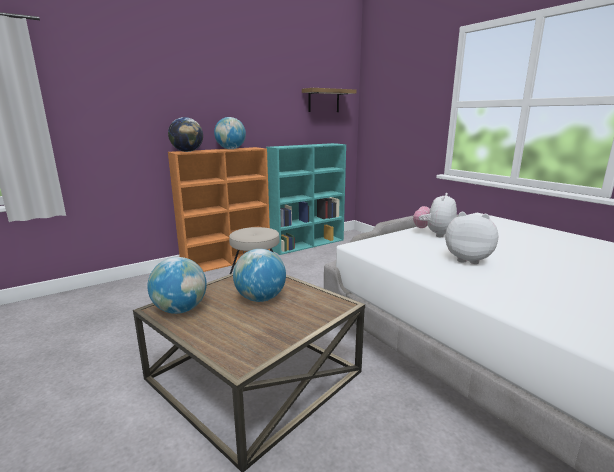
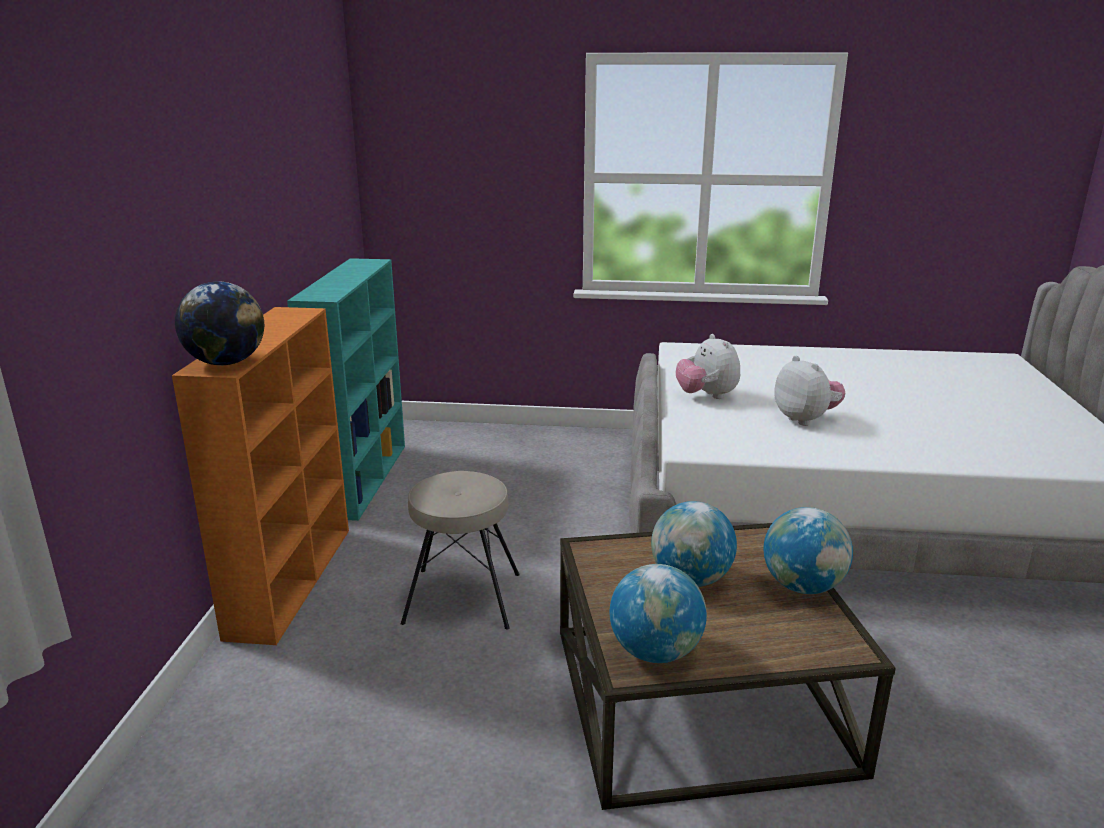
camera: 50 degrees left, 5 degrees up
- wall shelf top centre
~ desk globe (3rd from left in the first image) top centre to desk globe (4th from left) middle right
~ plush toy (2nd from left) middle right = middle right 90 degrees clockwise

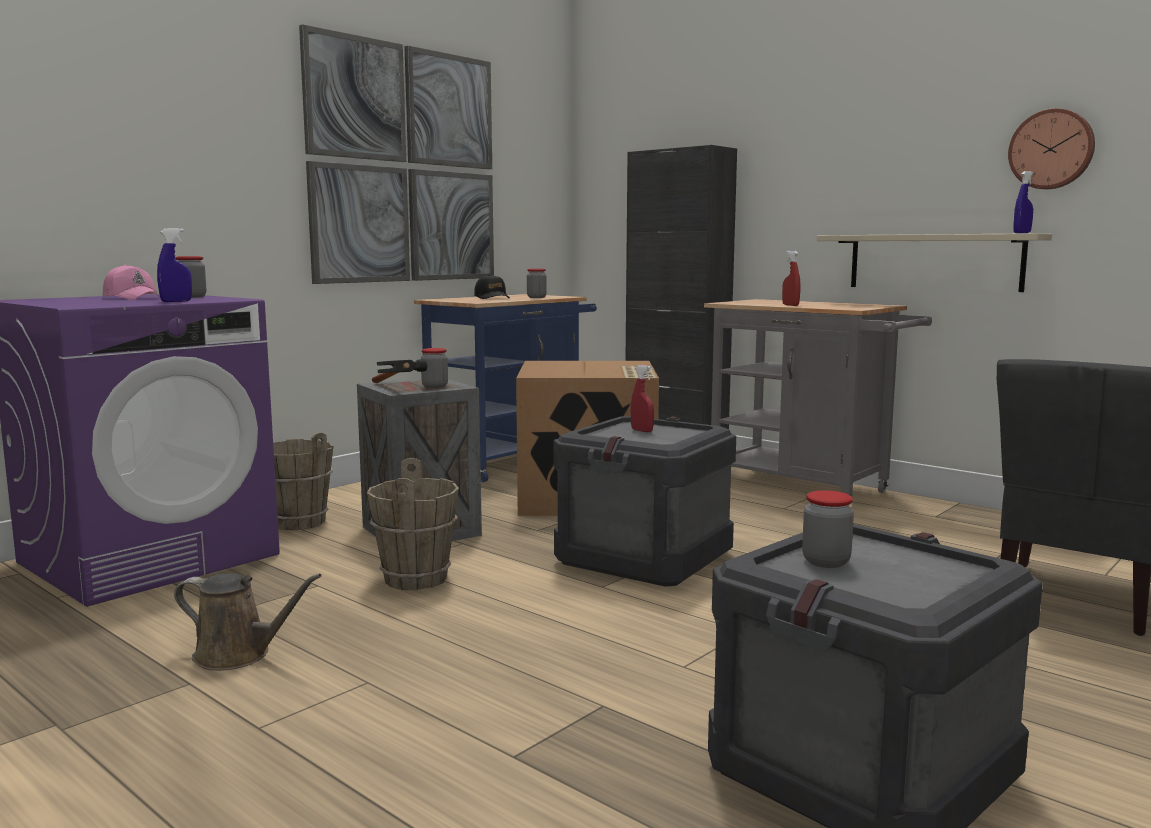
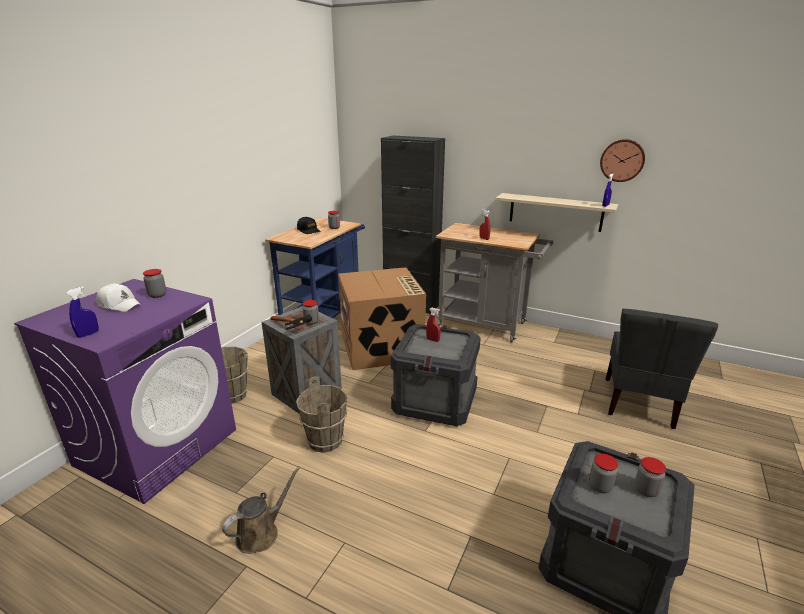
camera: 15 degrees left, 15 degrees up
- wall art top centre
+ storage jar (5th from left) bottom right
~ bluish spray bottle (1st from left) top left to middle left
~ pink baseball cap middle left to white baseball cap middle left
~ brownish watering can bottom left = bottom left 45 degrees counterclockwise

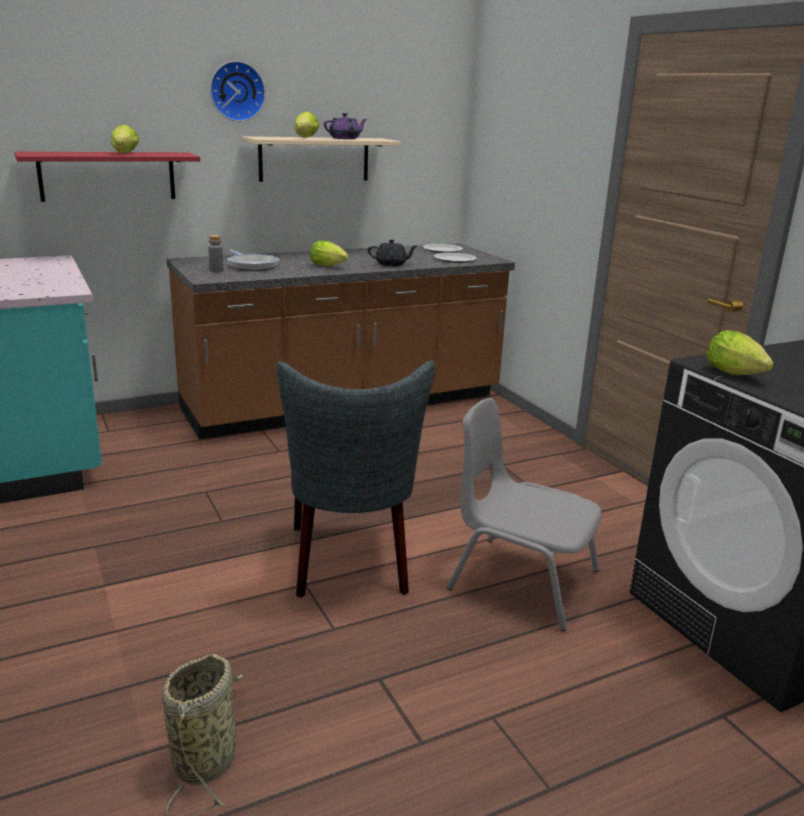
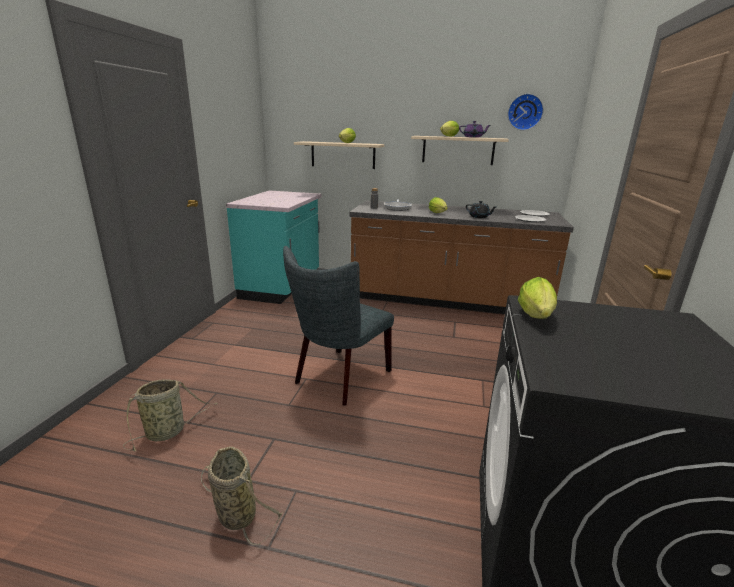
camera: 40 degrees right, 0 degrees up
- grey plain chair (2nd from left) centre
+ storage basket (2nd from left) bottom left
~ hanging clock top left to top right
~ red-coloured wall shelf top left to sand-coloured wall shelf (1st from left) top centre

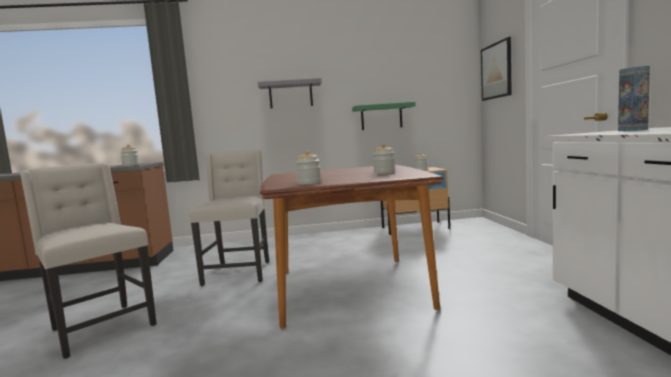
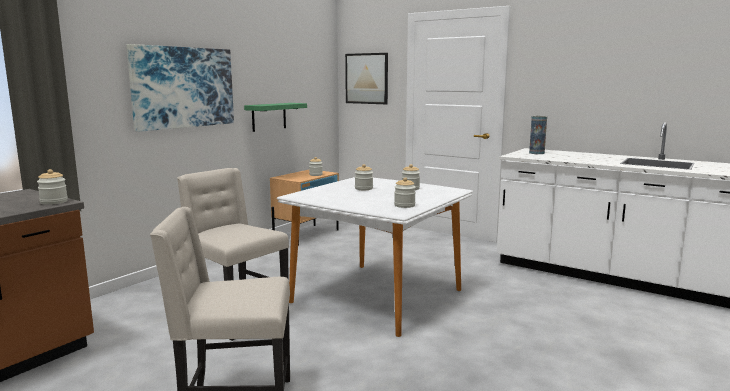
camera: 50 degrees left, 5 degrees up
+ storage jar (3rd from left) centre
~ grey wall shelf top centre to wall art (1st from left) top left
~ brownish kitchen table centre to white kitchen table centre

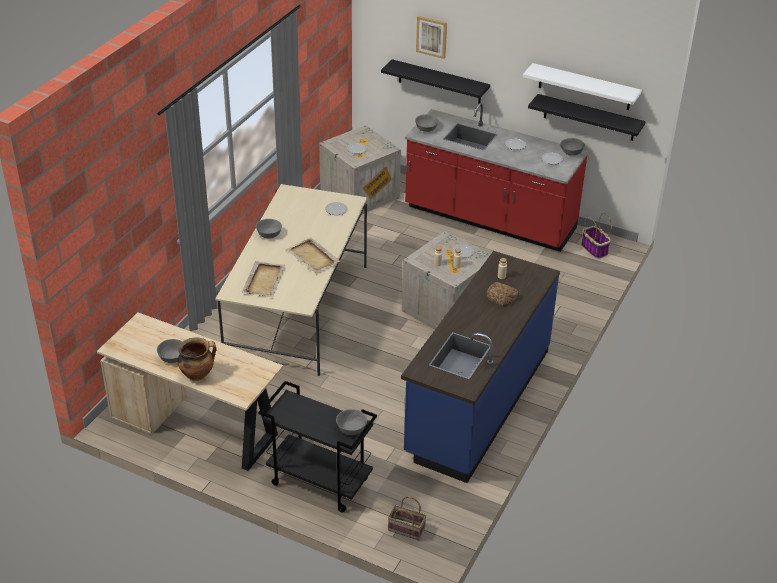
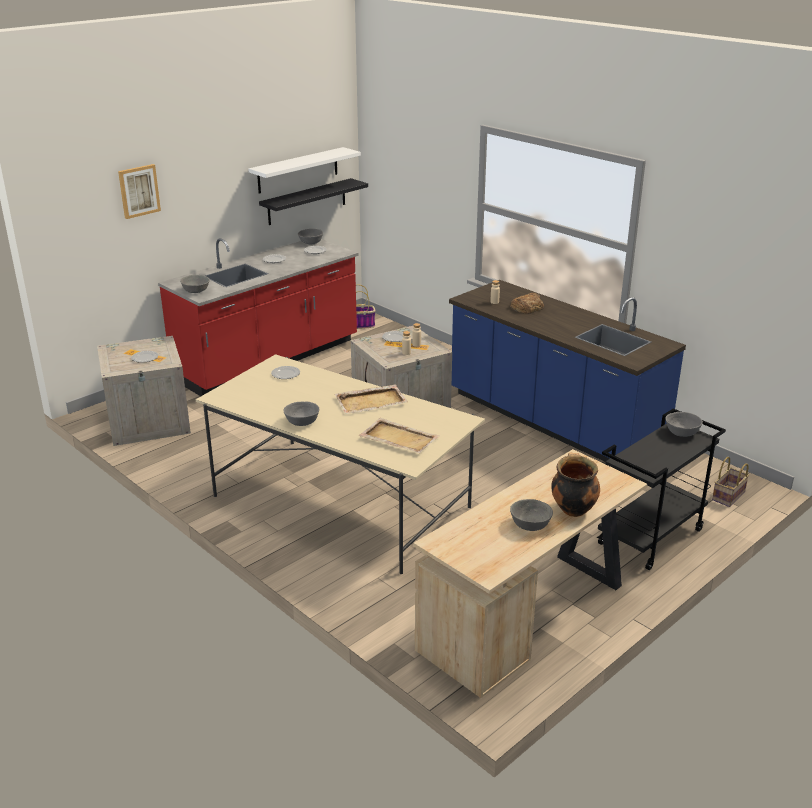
camera: 70 degrees left, 10 degrees down
- black wall shelf (1st from left) top centre

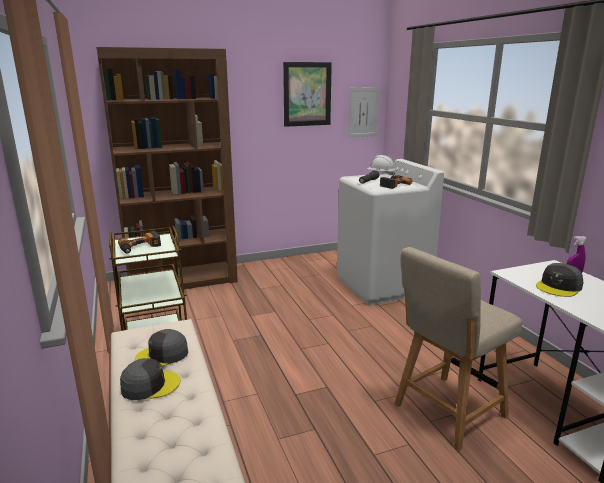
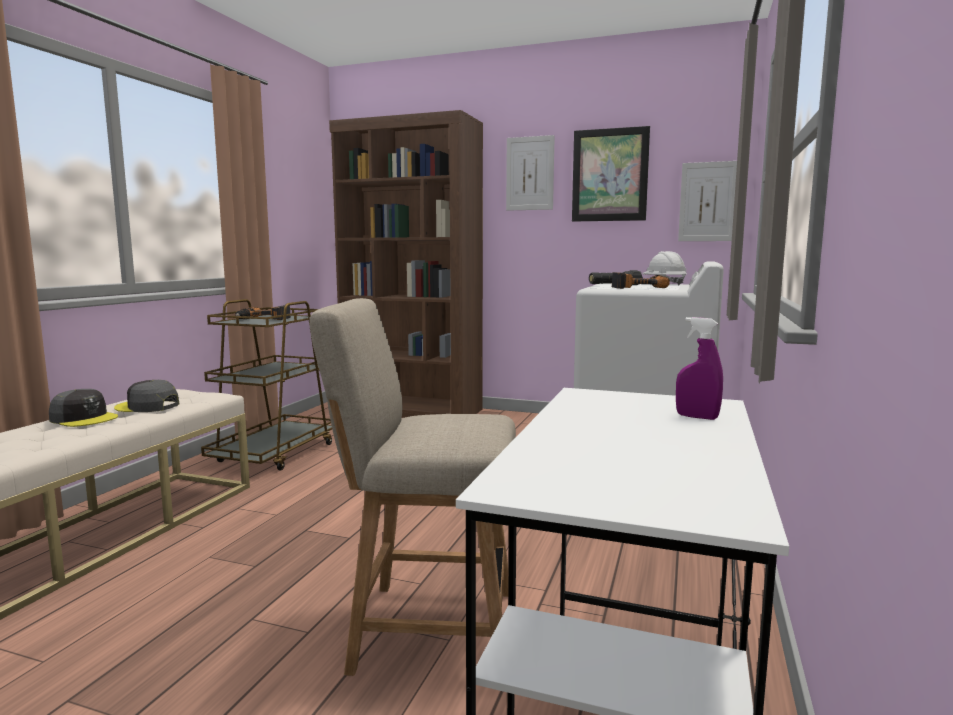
camera: 40 degrees right, 10 degrees down
- grey baseball cap (3rd from left) middle right
+ wall art (1st from left) top centre

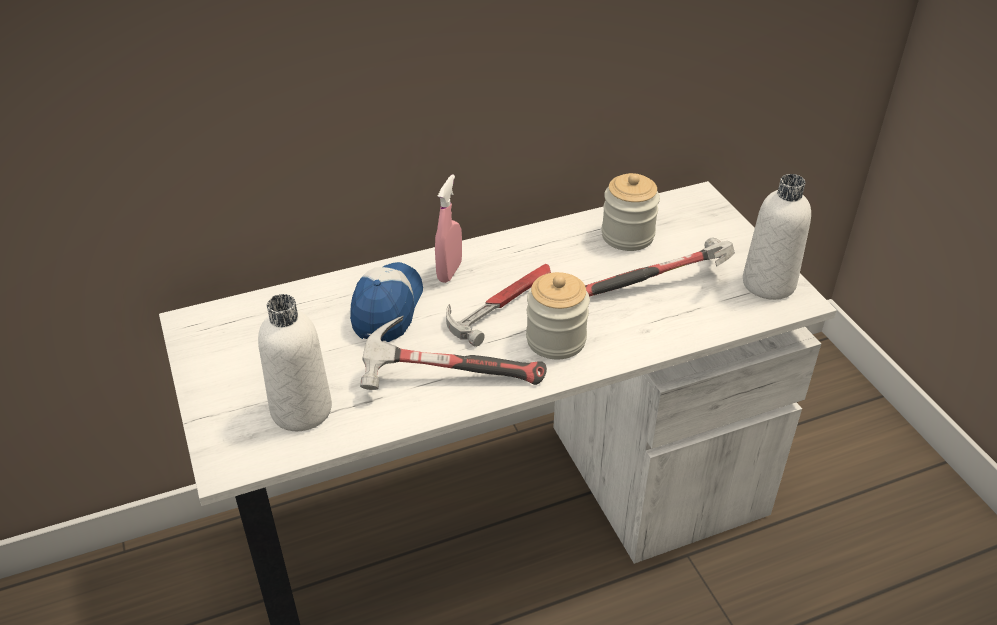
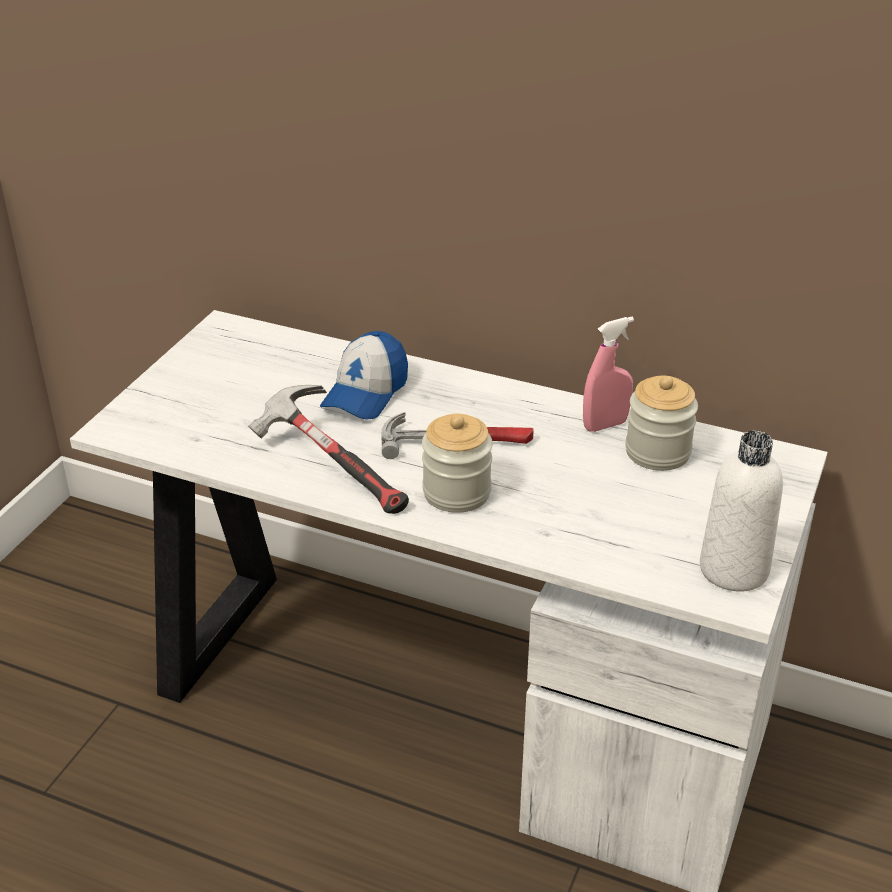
camera: 45 degrees right, 5 degrees down
- white beverage bottle (1st from left) middle left
- hand hammer (3rd from left) centre
~ pink spray bottle centre to middle right
~ baseball cap centre = centre 150 degrees clockwise

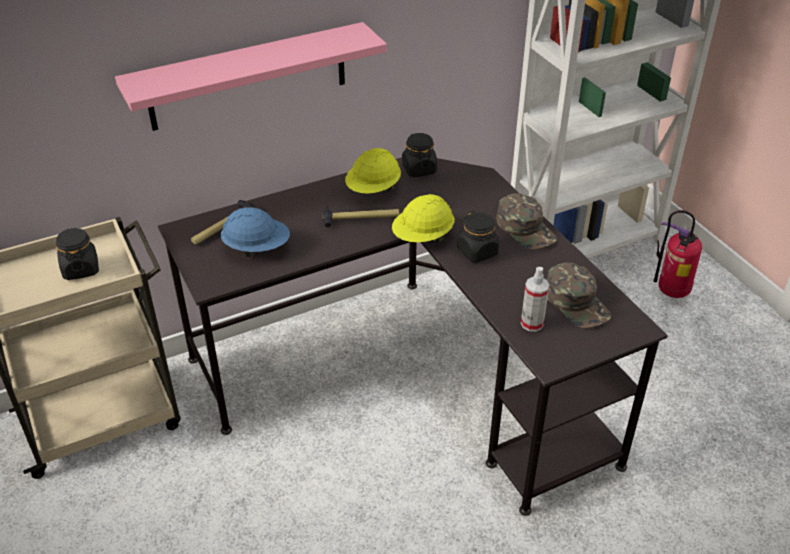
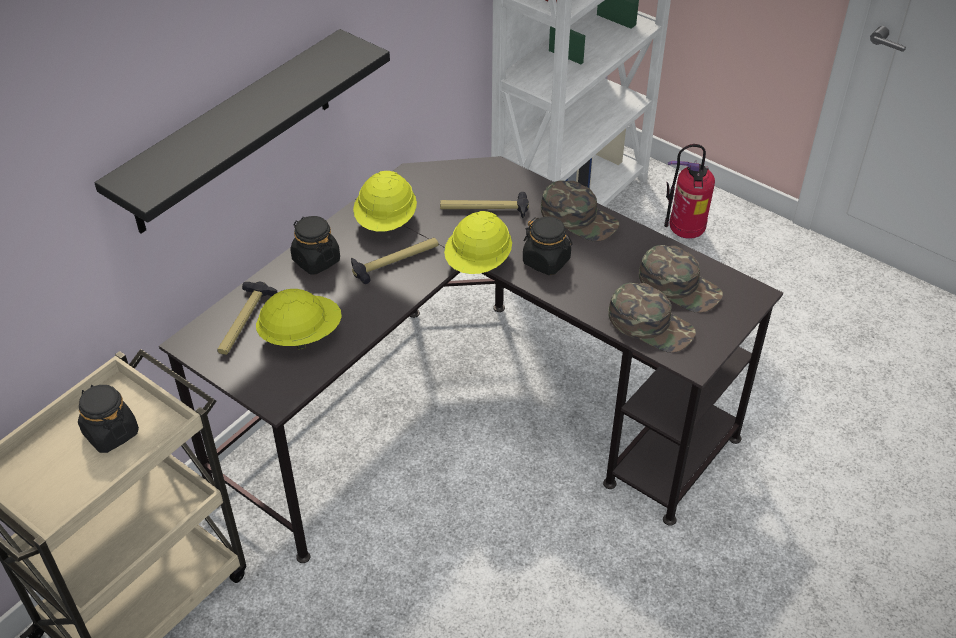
camera: 25 degrees left, 5 degrees up
+ hand hammer (3rd from left) top centre
~ black storage jar (2nd from left) top centre to middle left
~ spray bottle middle right to green-coloured baseball cap (2nd from left) middle right
~ pink wall shelf top left to black wall shelf top left
~ bluish safety helmet middle left to yellow safety helmet (1st from left) middle left

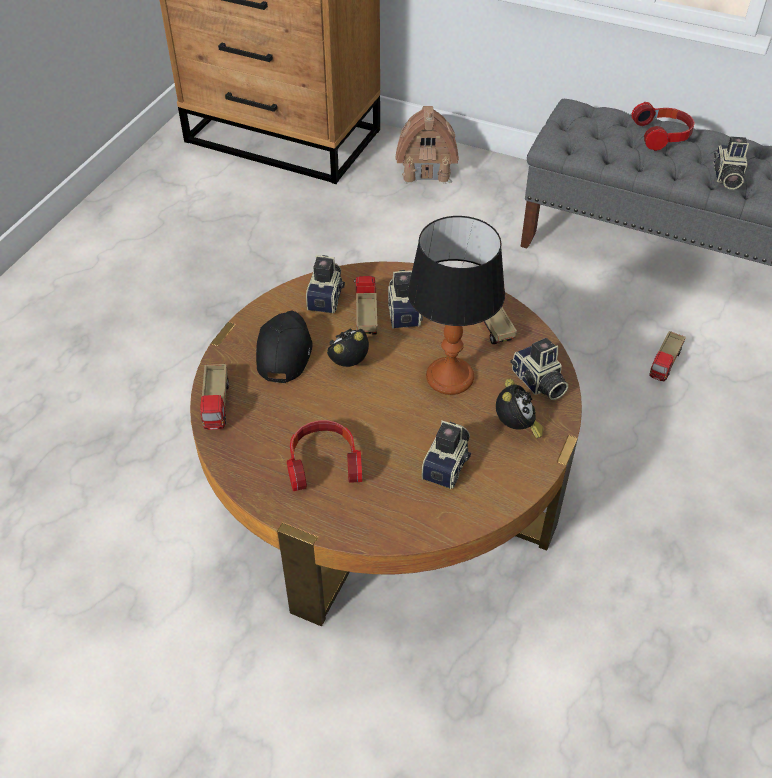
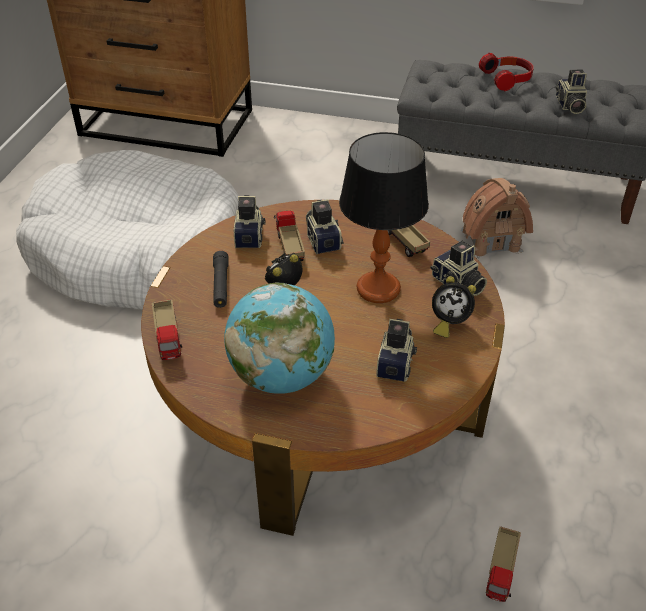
camera: 10 degrees left, 5 degrees down
+ white dog bed middle left
~ model house top centre to middle right
~ model truck (4th from left) middle right to bottom right
~ black baseball cap centre to black torch centre
~ pair of headphones (1st from left) centre to desk globe centre
~ table clock (2nd from left) middle right = middle right 105 degrees clockwise

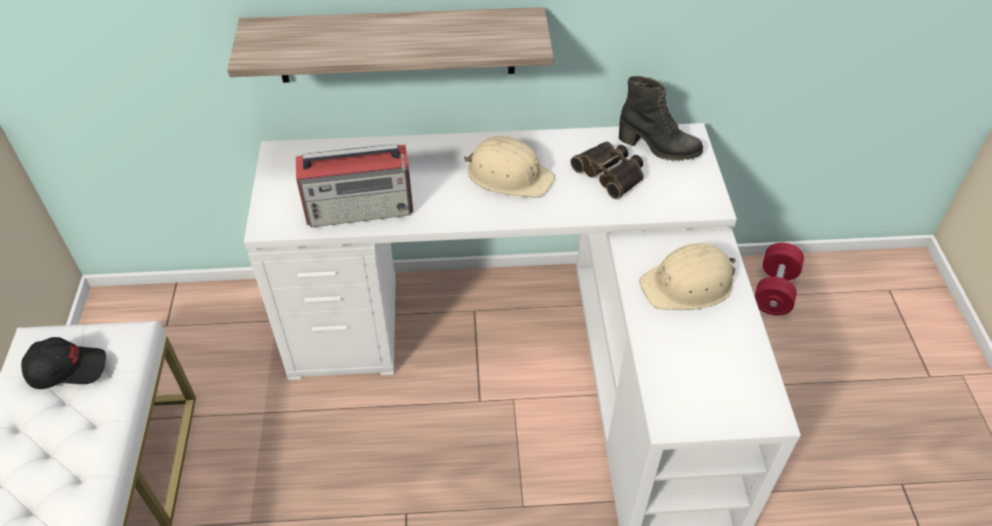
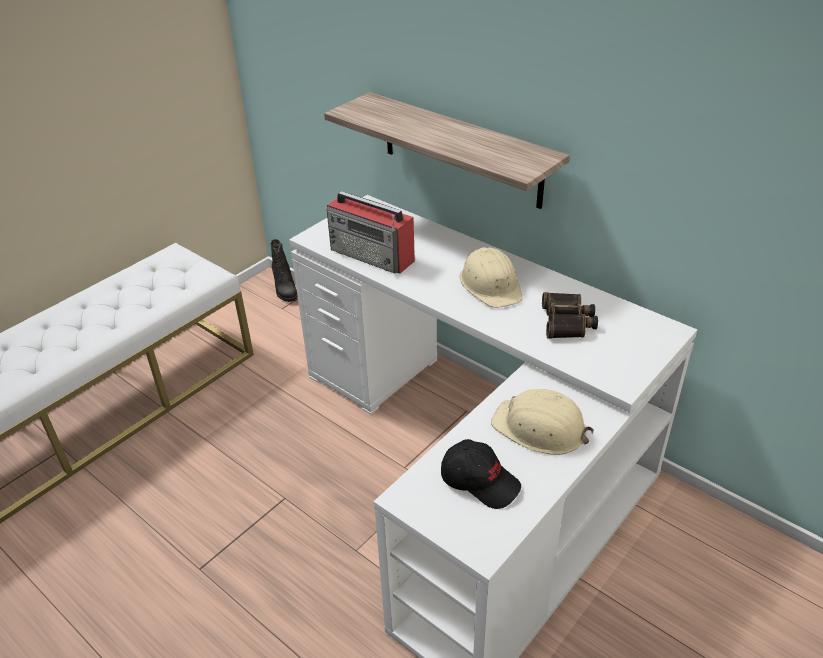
camera: 45 degrees right, 10 degrees down
- red-coloured dumbbell middle right
~ black baseball cap bottom left to bottom centre
~ black high-top boot top centre to centre

